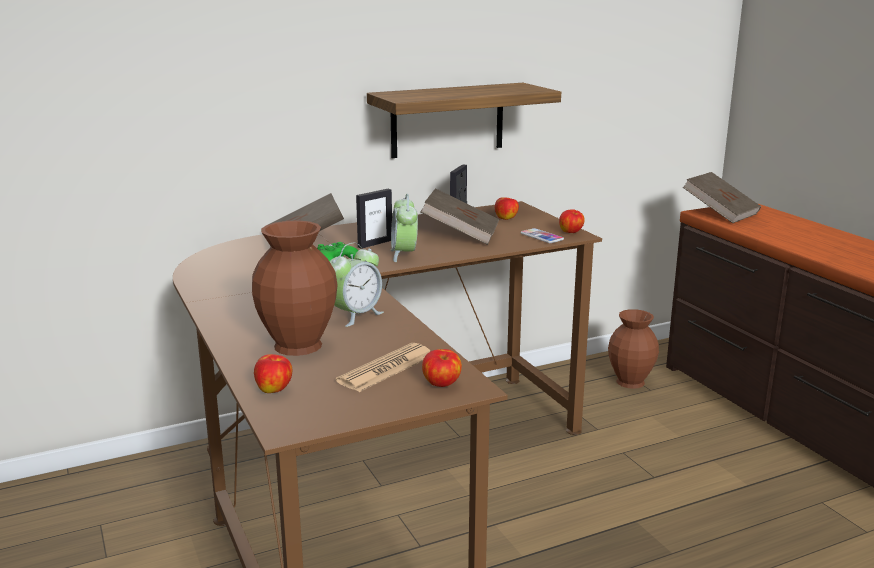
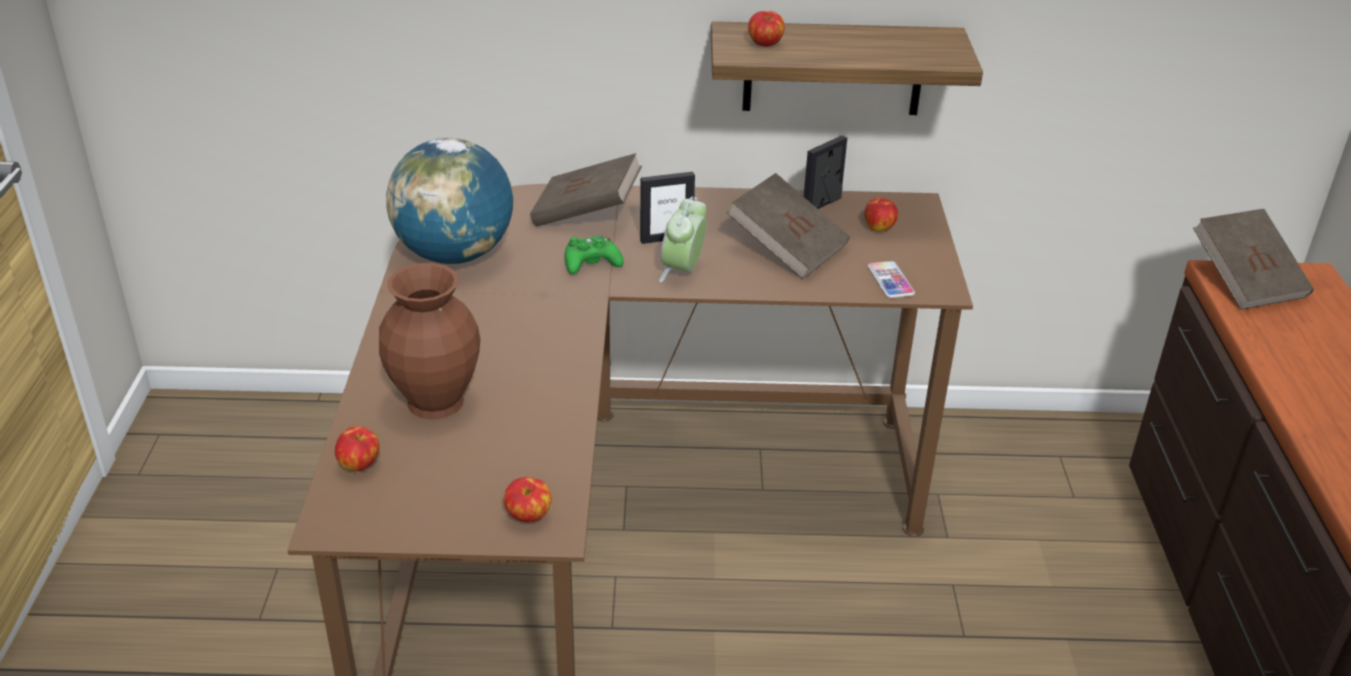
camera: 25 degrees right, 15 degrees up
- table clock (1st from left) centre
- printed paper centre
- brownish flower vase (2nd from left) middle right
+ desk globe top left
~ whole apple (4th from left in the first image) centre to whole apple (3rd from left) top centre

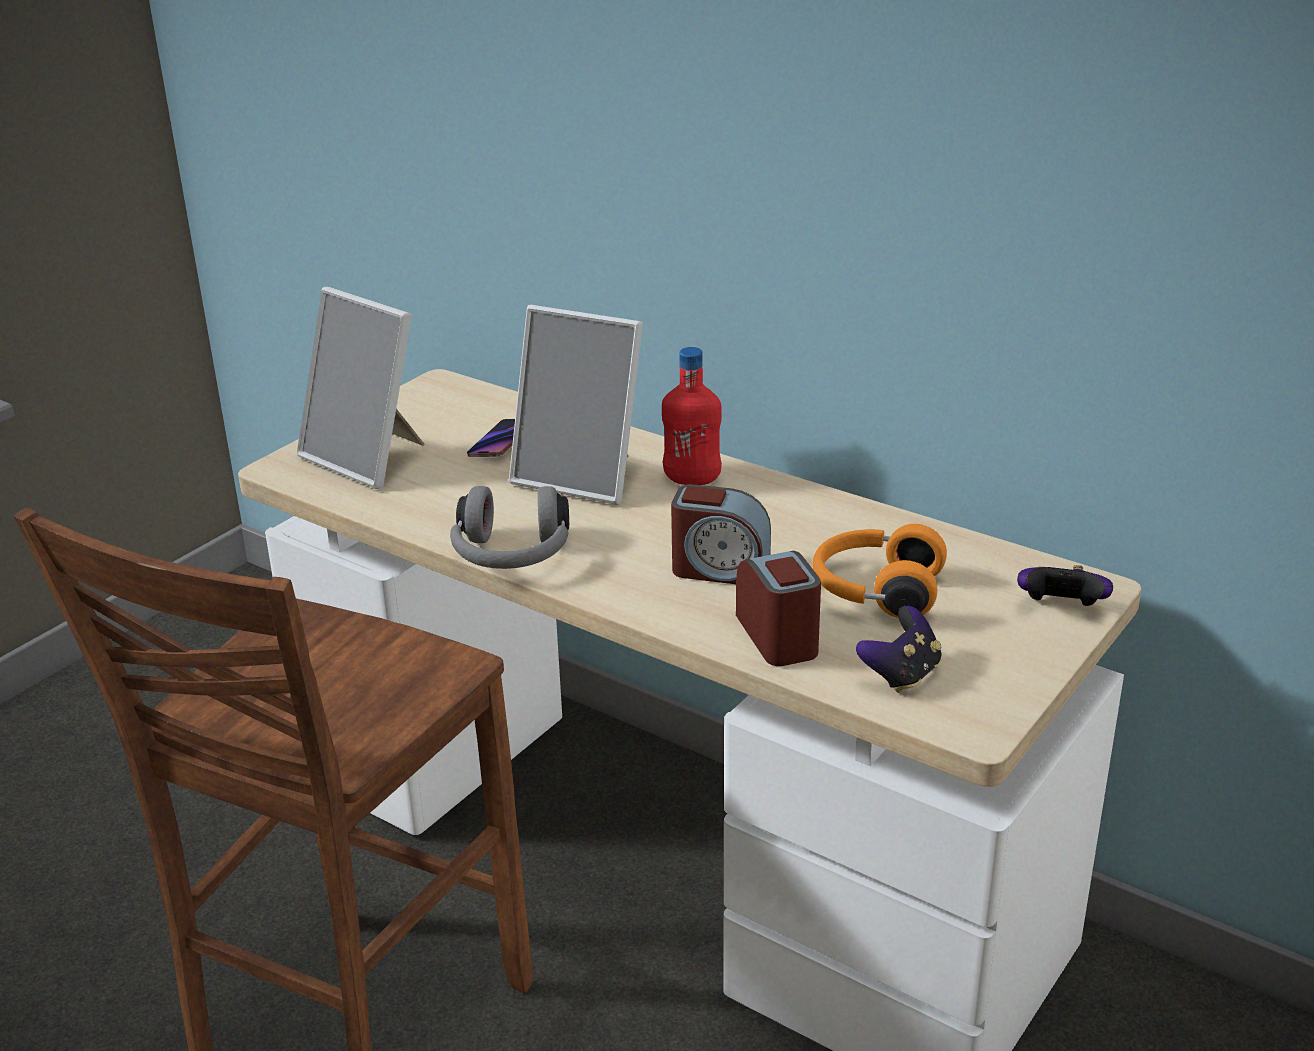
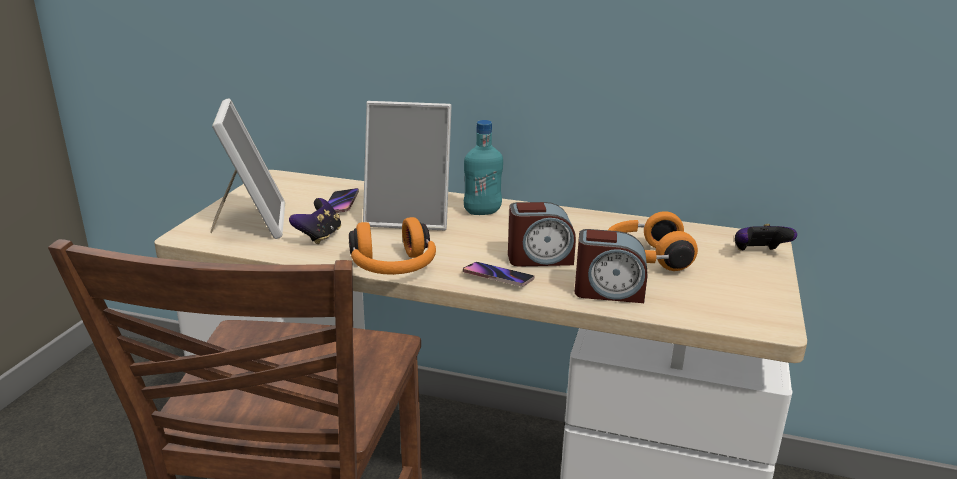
camera: 20 degrees left, 5 degrees down
+ handset (2nd from left) centre
~ joypad (1st from left) middle right to middle left
~ grey pair of headphones centre to orange pair of headphones (1st from left) centre
~ red-coloured beverage bottle centre to blue-green beverage bottle centre
~ standing frame (1st from left) middle left = middle left 120 degrees counterclockwise
~ table clock (2nd from left) centre = centre 135 degrees clockwise

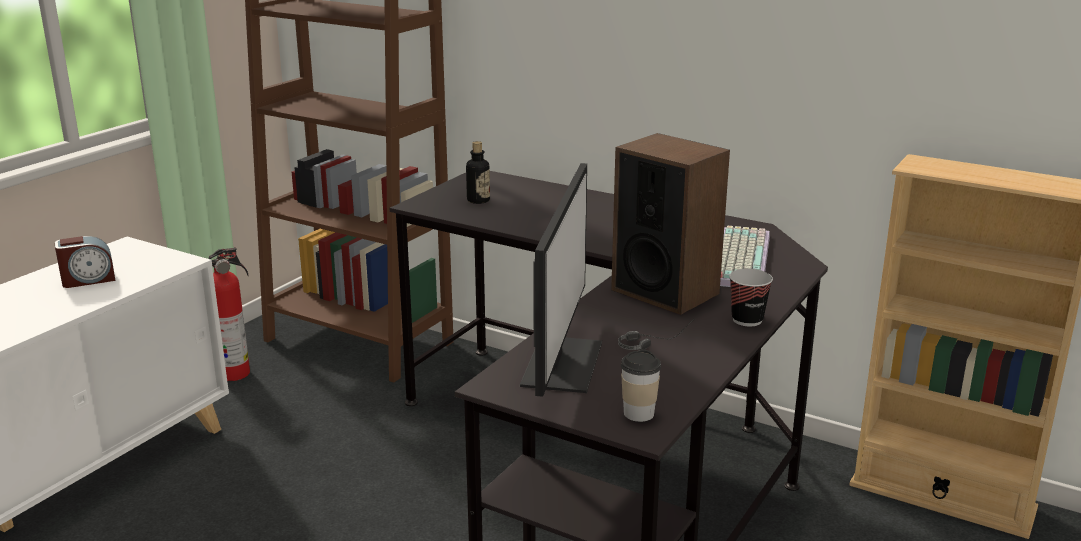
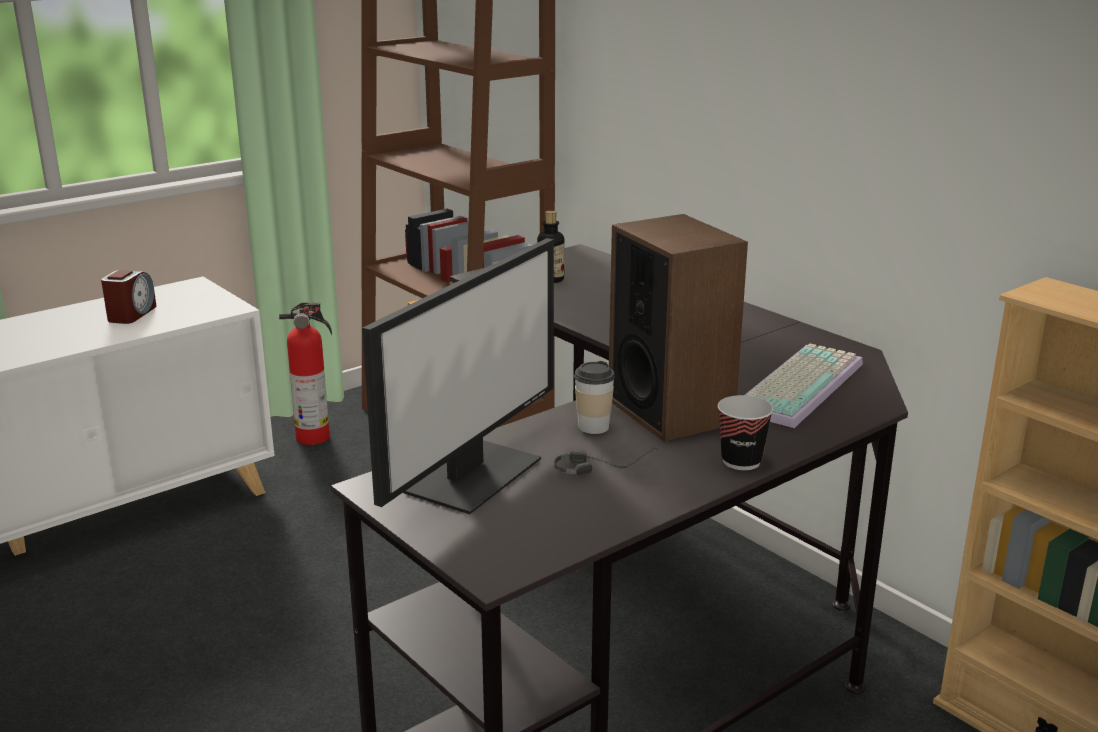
camera: 20 degrees right, 0 degrees up
~ cup (1st from left) bottom centre to centre
~ table clock middle left = middle left 75 degrees counterclockwise

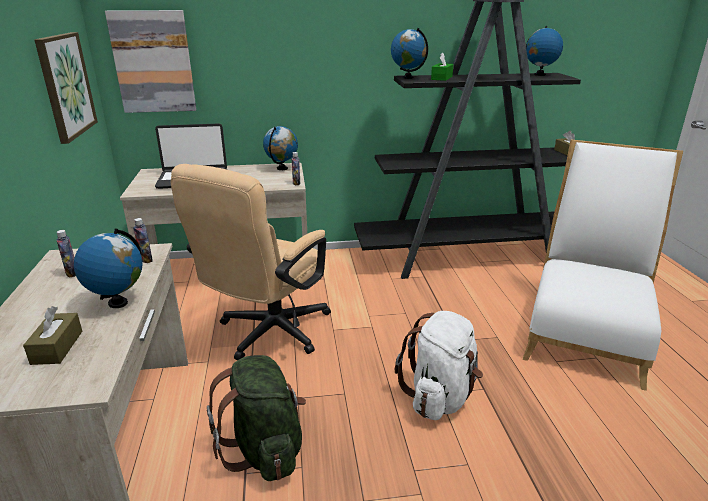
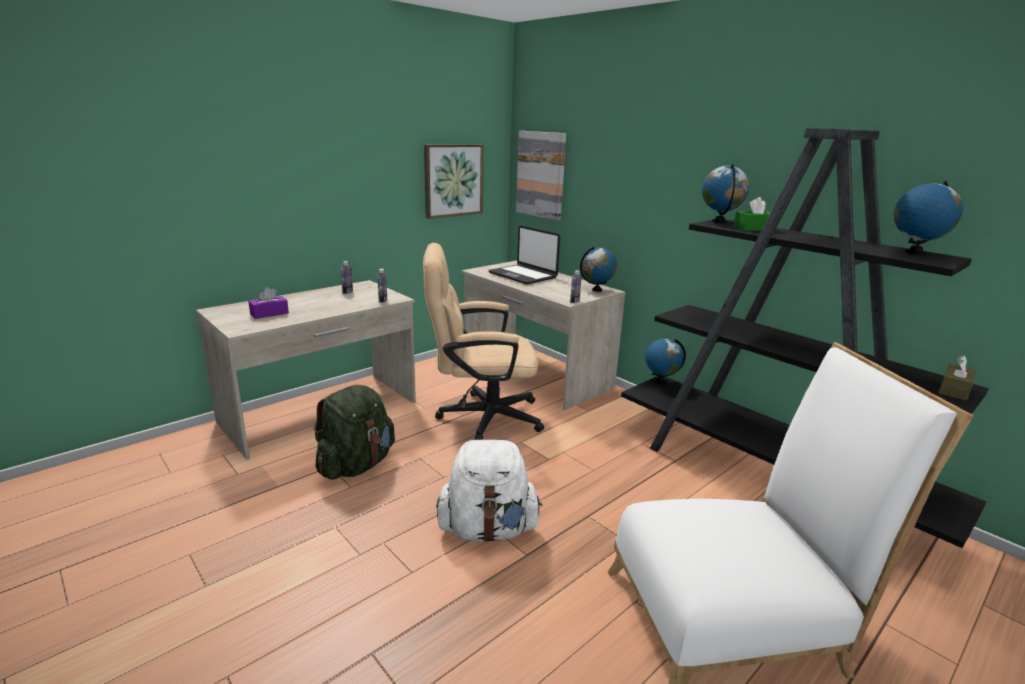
camera: 55 degrees right, 5 degrees down
~ desk globe (1st from left in the first image) middle left to desk globe (2nd from left) centre
~ brownish box of tissues (1st from left) bottom left to purplish box of tissues middle left

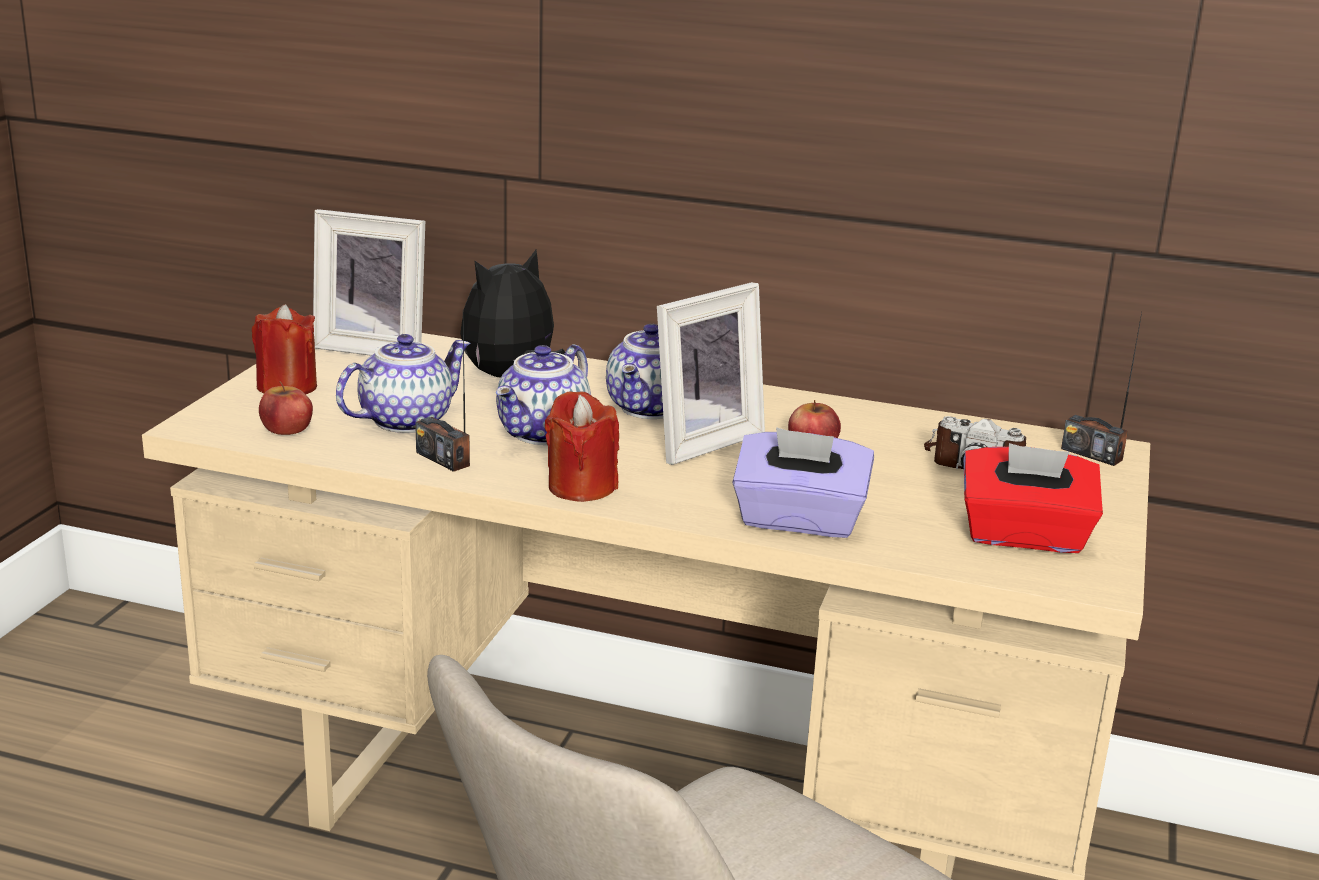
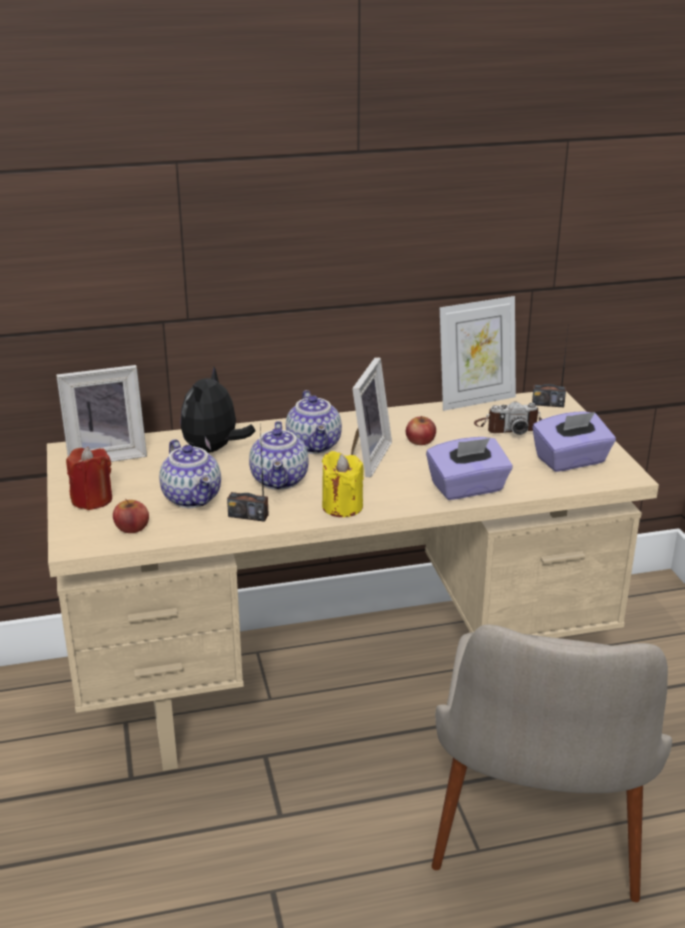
camera: 30 degrees left, 5 degrees up
+ standing frame (3rd from left) middle right
~ red-coloured wax candle (2nd from left) centre to yellow wax candle centre
~ red-coloured box of tissues middle right to purplish box of tissues (2nd from left) middle right
~ pot for tea (1st from left) middle left = middle left 135 degrees clockwise

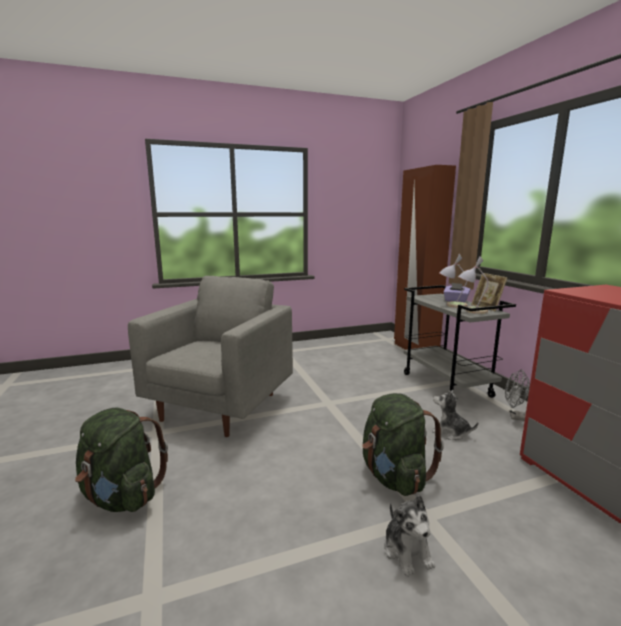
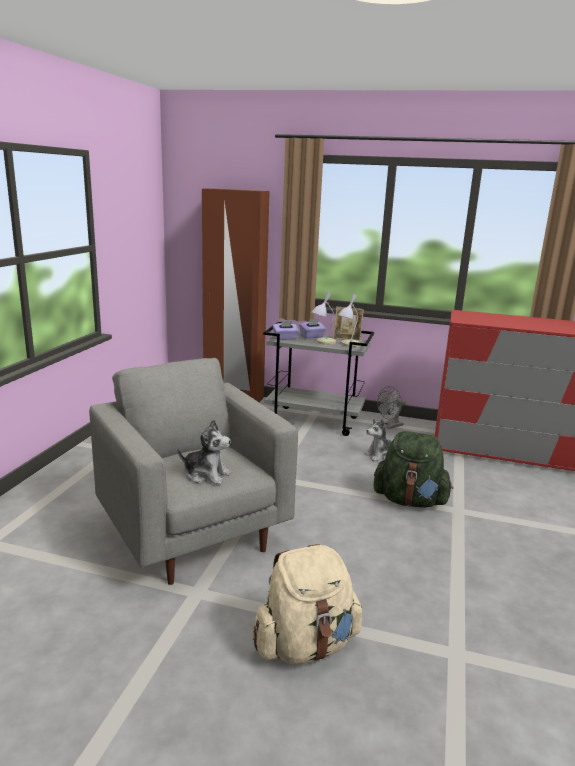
camera: 55 degrees left, 5 degrees up
+ purplish box of tissues (1st from left) centre
~ plush toy (1st from left) bottom centre to centre
~ green-coloured rucksack (1st from left) bottom left to sand-coloured rucksack bottom centre

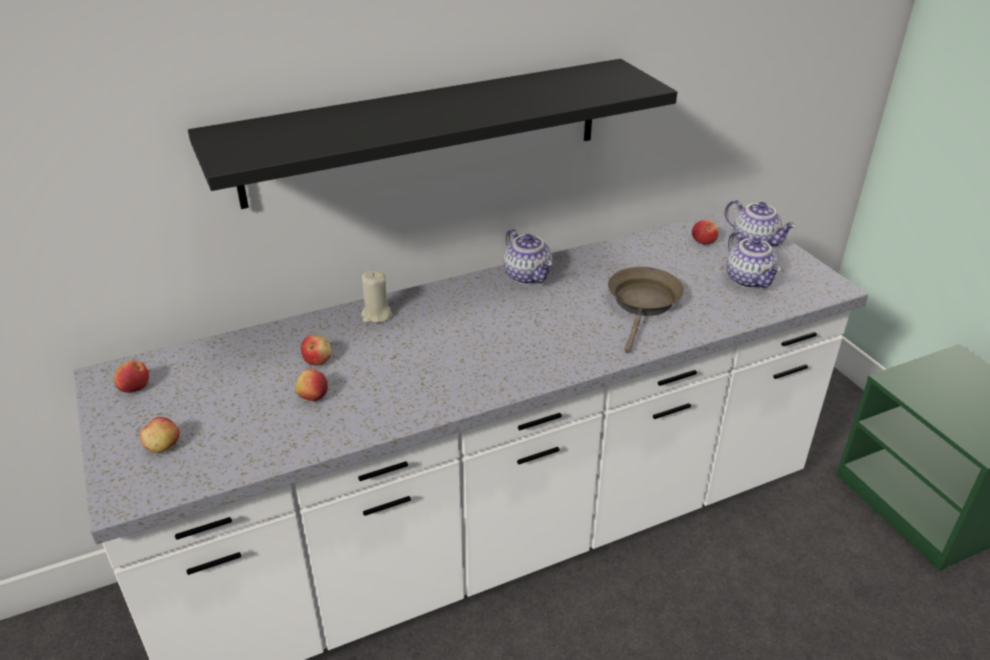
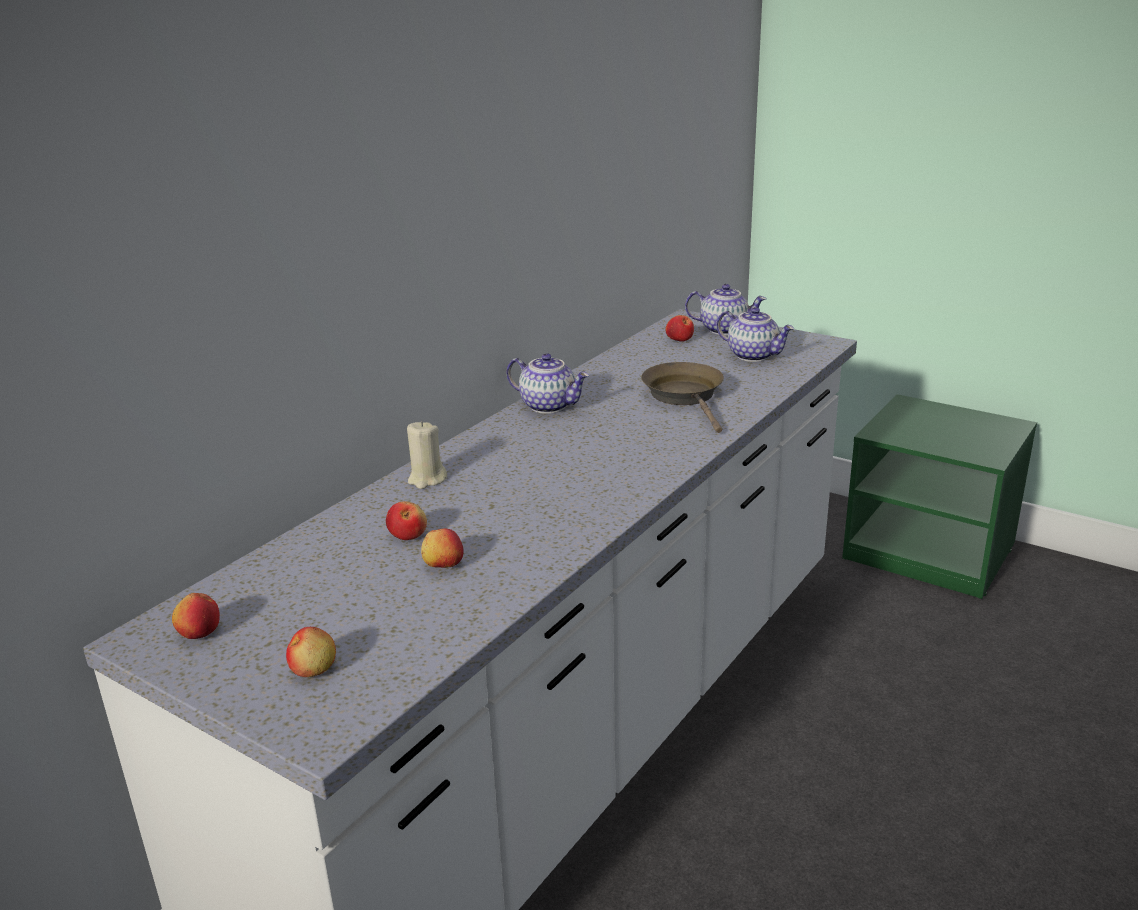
camera: 30 degrees left, 10 degrees down
- black wall shelf top centre

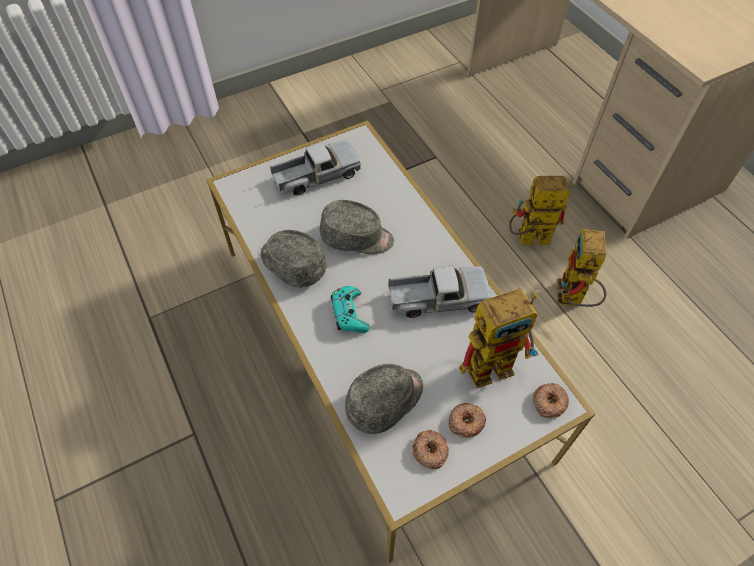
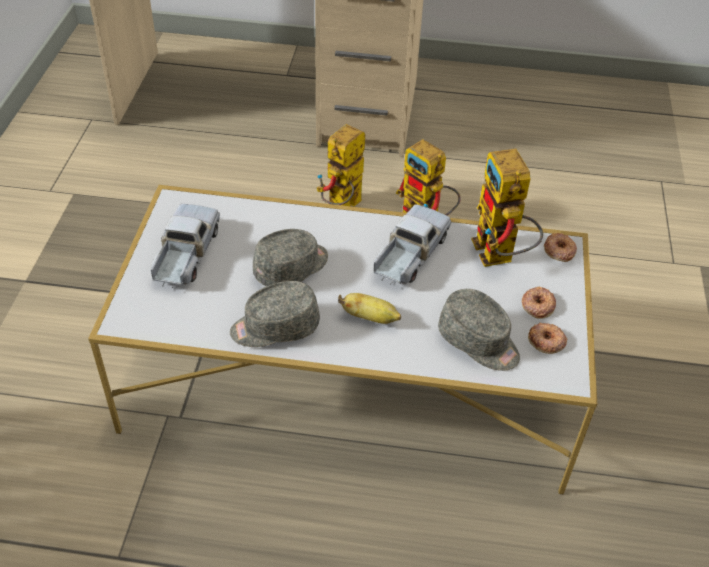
camera: 55 degrees left, 10 degrees down
~ blue-green joypad centre to banana fruit centre
~ grey baseball cap (3rd from left) bottom centre = middle right 135 degrees clockwise
~ toy robot (1st from left in the first image) centre = middle right 150 degrees clockwise

